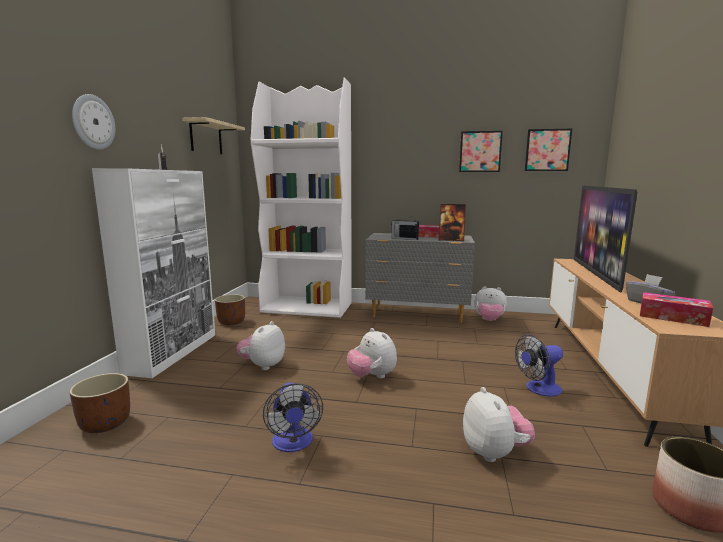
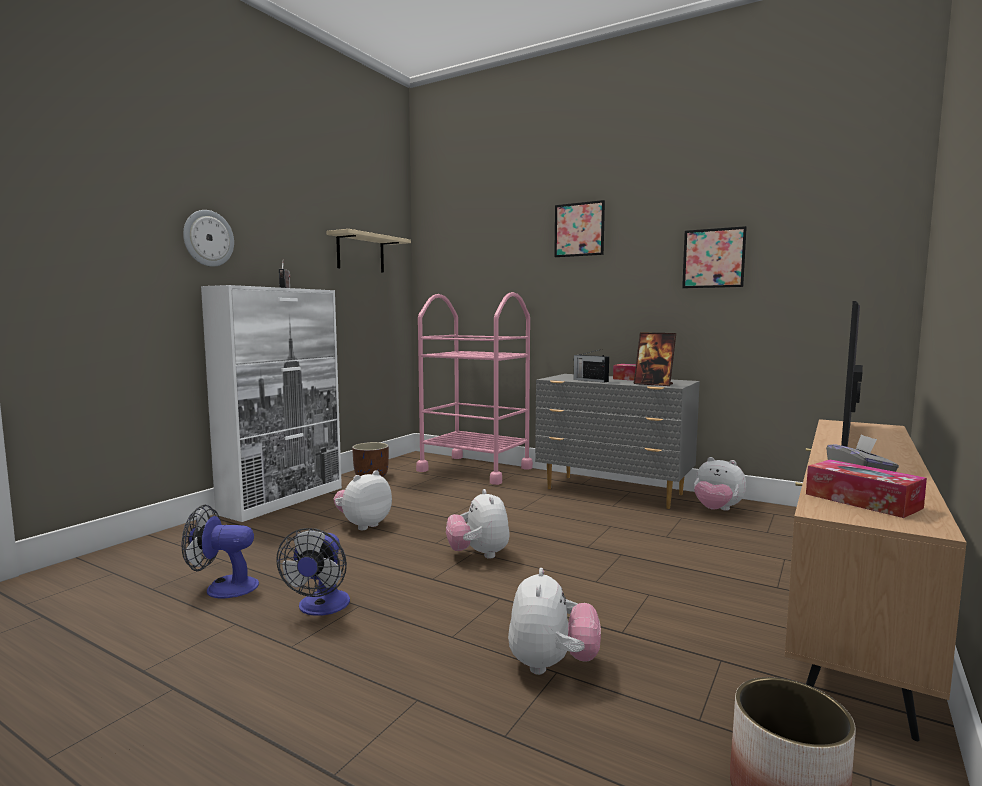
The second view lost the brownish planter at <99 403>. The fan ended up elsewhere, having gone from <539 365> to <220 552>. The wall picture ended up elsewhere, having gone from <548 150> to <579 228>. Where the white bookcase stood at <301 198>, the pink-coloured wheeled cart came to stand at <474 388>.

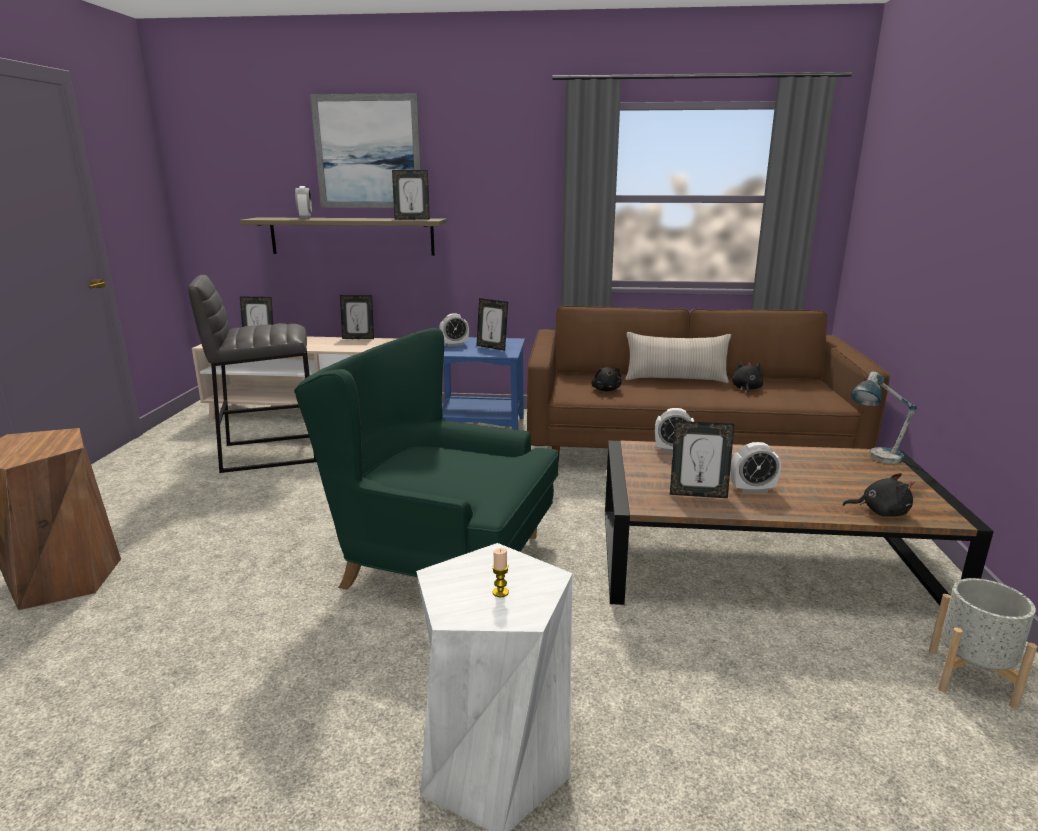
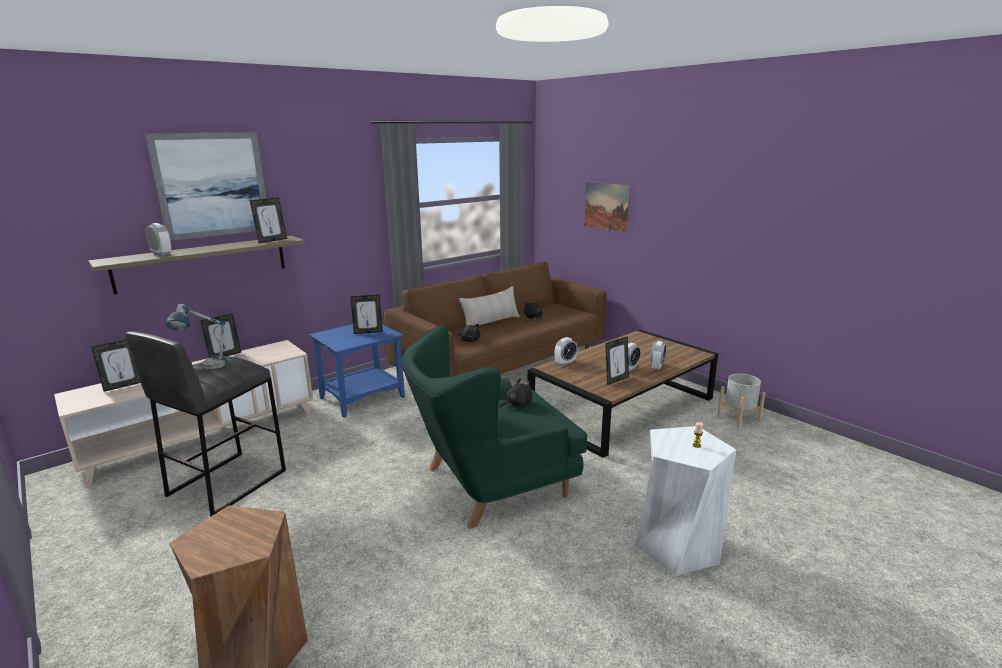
The second view gained the wall picture at <607 207>. The bedside clock ended up elsewhere, having gone from <454 330> to <658 356>. The black-coloured plush toy ended up elsewhere, having gone from <878 494> to <515 393>. The tabletop lamp ended up elsewhere, having gone from <884 418> to <197 336>.

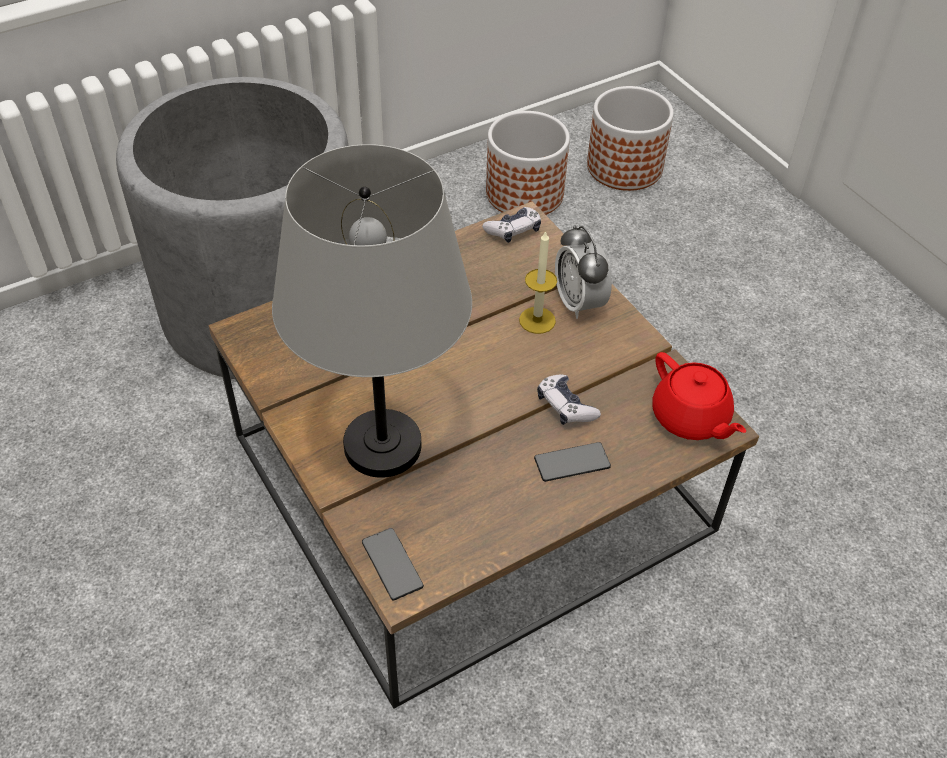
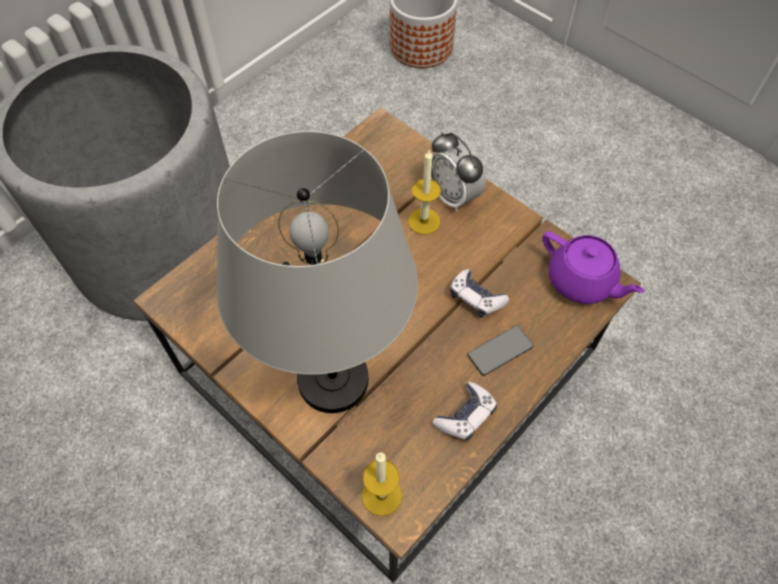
The second view lost the planter at <528 163>. The joypad ended up elsewhere, having gone from <511 225> to <464 411>. Where the phone stood at <393 564>, the candle came to stand at <382 484>. What was the reddish pot for tea at <699 396> turned into the purple pot for tea at <593 267>.

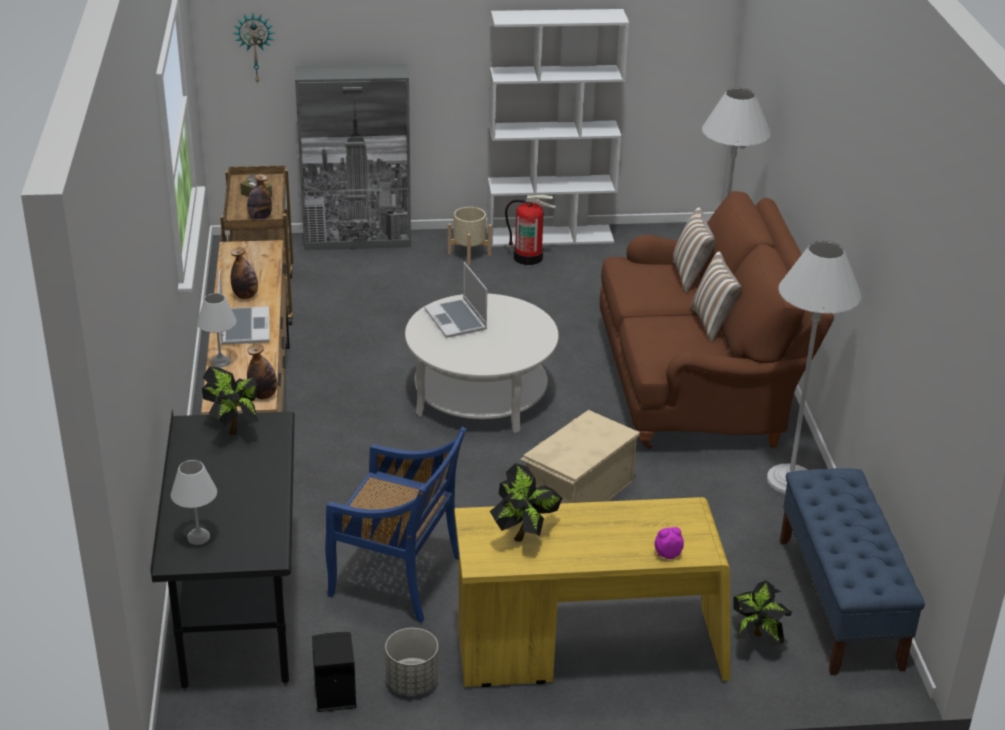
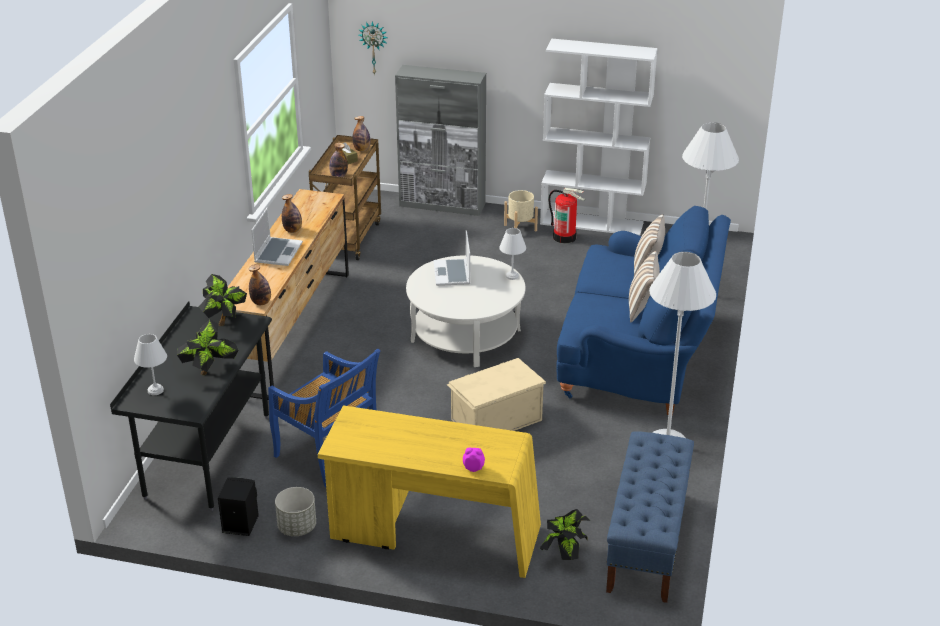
The second view gained the beverage bottle at <361 133>. The white tabletop lamp ended up elsewhere, having gone from <216 330> to <512 254>. The houseplant ended up elsewhere, having gone from <526 502> to <208 347>. What was the brownish settee at <717 320> turned into the blue-coloured settee at <643 311>.

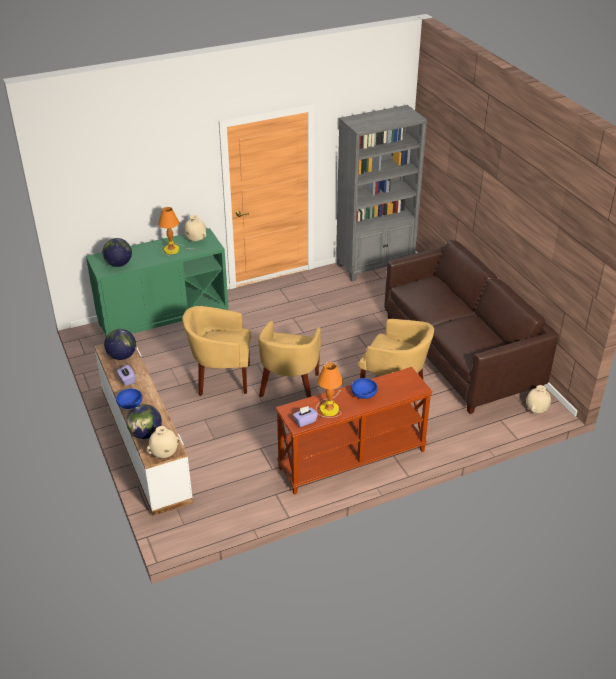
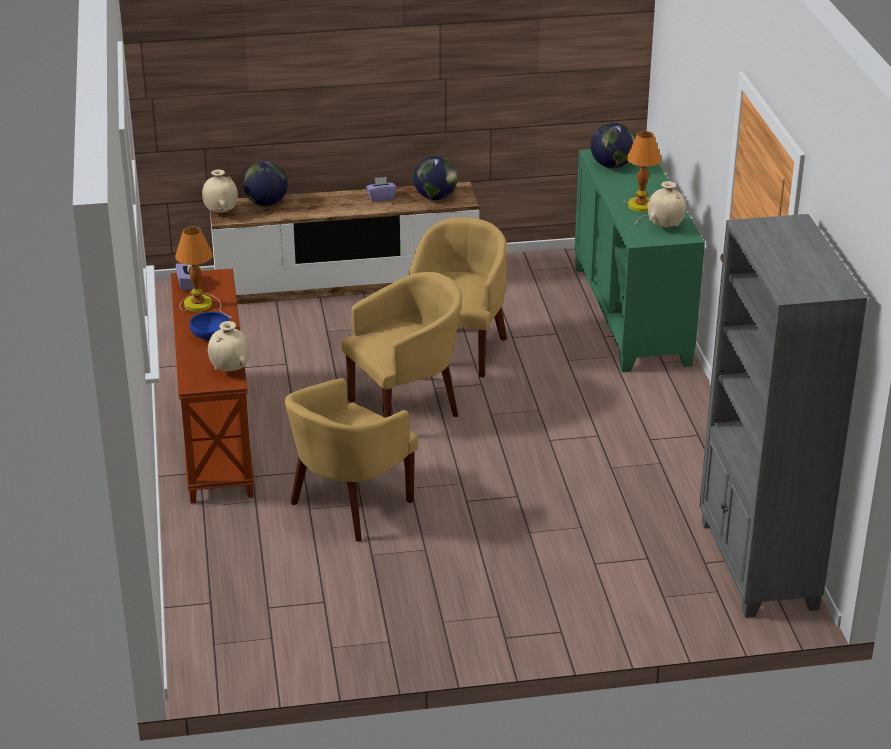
The second view lost the blue-coloured serving bowl at <129 399>. The second view lost the brownish settee at <471 327>. The beige-coloured decorative vase ended up elsewhere, having gone from <538 399> to <229 346>. The yellow armchair at <289 359> ended up facing another way, 120 degrees clockwise from before.

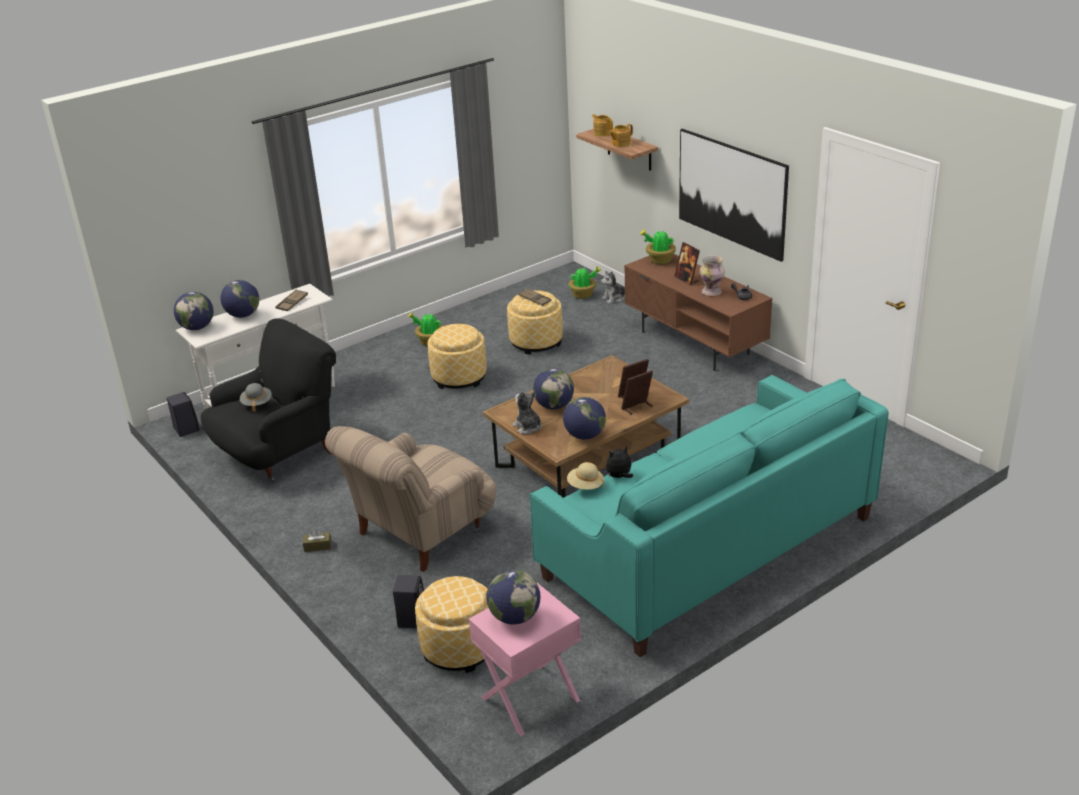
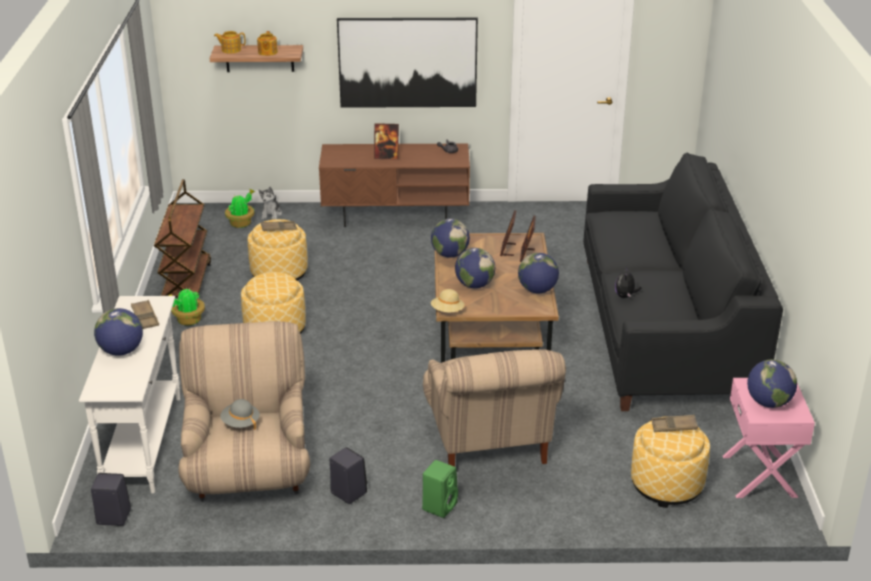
The second view lost the plush toy at <527 412>. The second view lost the houseplant at <658 246>. The second view lost the decorative vase at <712 275>. The second view gained the brownish wheeled cart at <182 239>. The second view gained the brownish serving tray at <674 423>. The globe ended up elsewhere, having gone from <193 311> to <450 238>. The black-coloured speaker ended up elsewhere, having gone from <408 601> to <348 475>. The beige-coloured clothing hat ended up elsewhere, having gone from <585 476> to <448 301>. Where the brownish box of tissues stood at <317 540>, the green speaker came to stand at <440 489>. What was the black-coloured armchair at <268 400> turned into the beige-coloured armchair at <244 411>. What was the turquoise-coloured settee at <709 516> turned into the black-coloured settee at <683 281>.

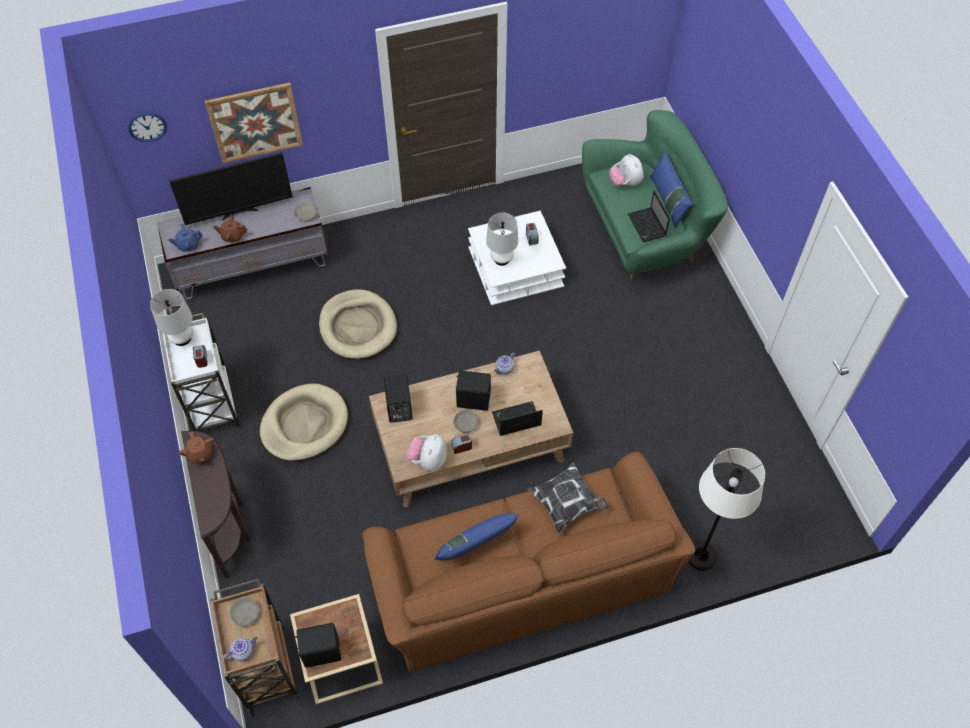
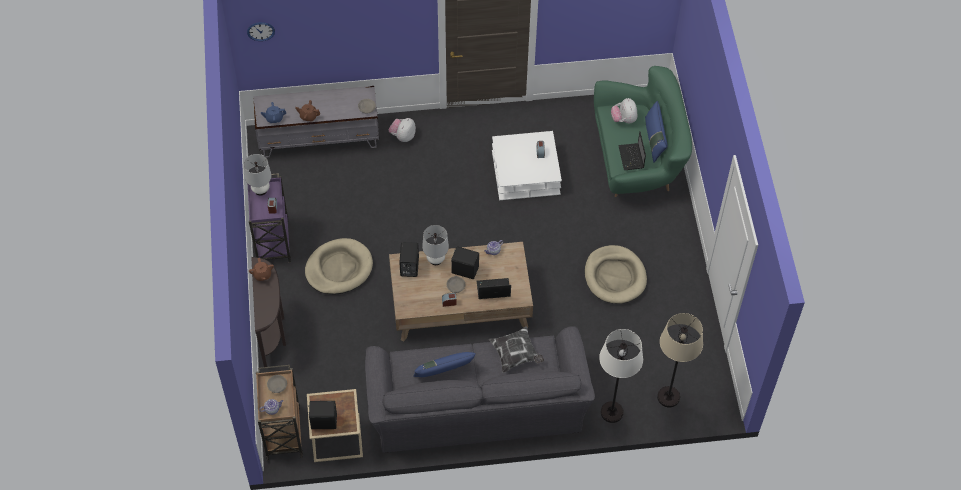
The second view lost the television at <231 188>. The second view lost the wall picture at <253 122>. The second view gained the beige-coloured standing lamp at <680 360>. The beige-coloured dog cushion ended up elsewhere, having gone from <358 324> to <615 274>. The plush toy ended up elsewhere, having gone from <427 452> to <402 130>. The white tabletop lamp ended up elsewhere, having gone from <502 239> to <435 245>. What was the white wheeled cart at <201 372> turned into the purple wheeled cart at <269 218>. What was the brownish settee at <528 562> turned into the greyish settee at <480 389>.

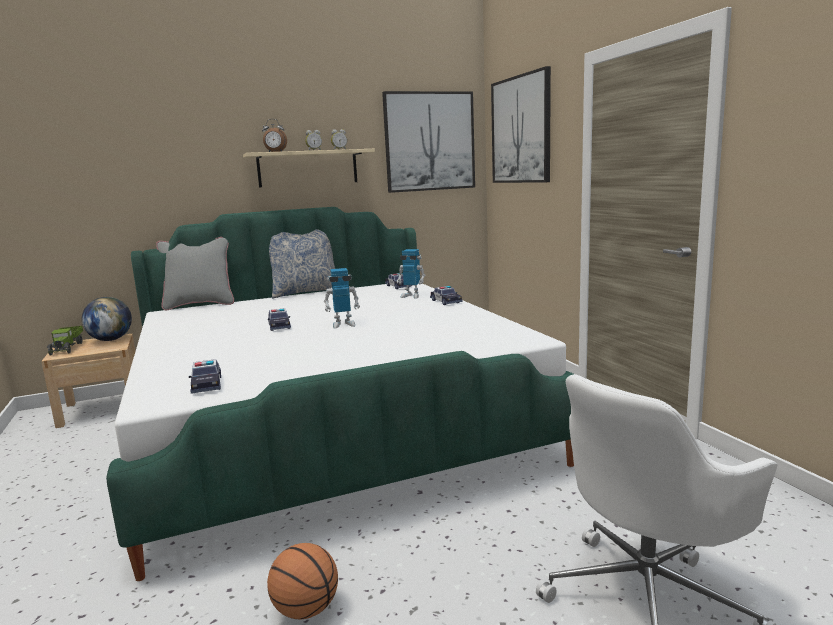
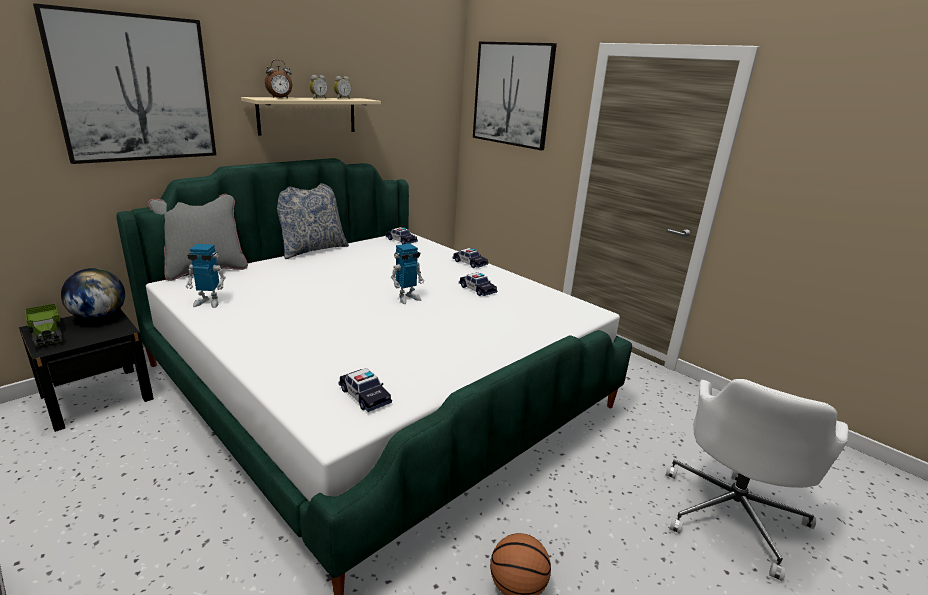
The toy car ended up elsewhere, having gone from <279 319> to <478 284>. The wall picture ended up elsewhere, having gone from <428 142> to <124 83>. The robot figure ended up elsewhere, having gone from <411 274> to <206 276>. What was the beige-coloured nightstand at <88 381> turned into the black-coloured nightstand at <86 370>.

